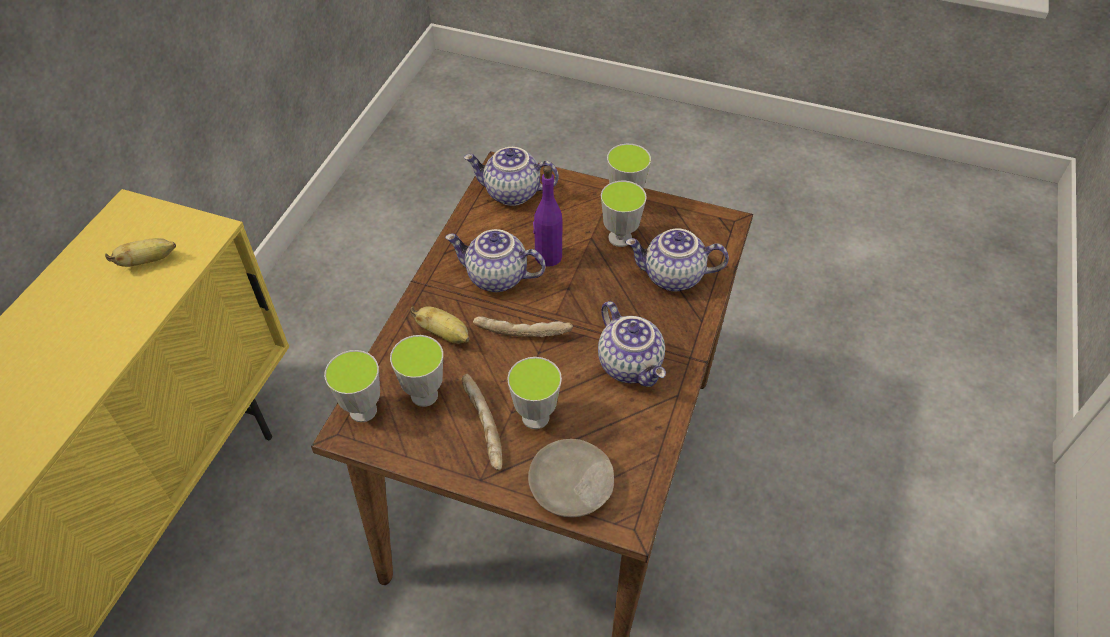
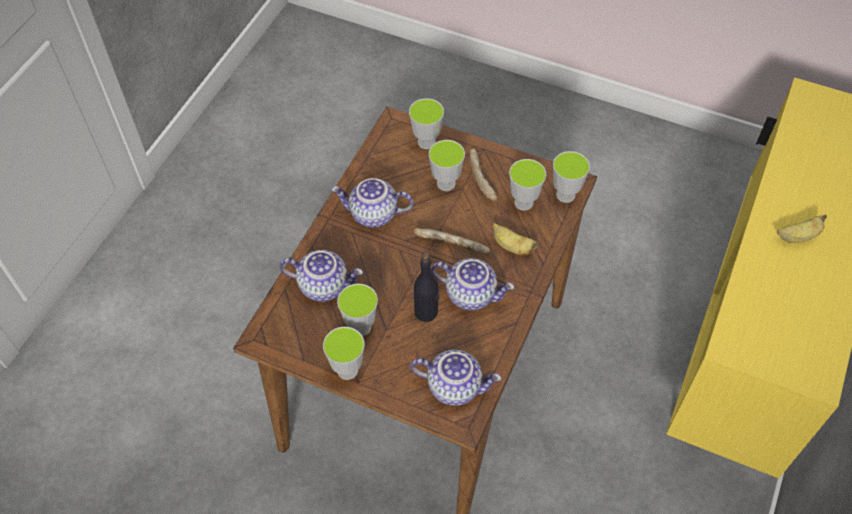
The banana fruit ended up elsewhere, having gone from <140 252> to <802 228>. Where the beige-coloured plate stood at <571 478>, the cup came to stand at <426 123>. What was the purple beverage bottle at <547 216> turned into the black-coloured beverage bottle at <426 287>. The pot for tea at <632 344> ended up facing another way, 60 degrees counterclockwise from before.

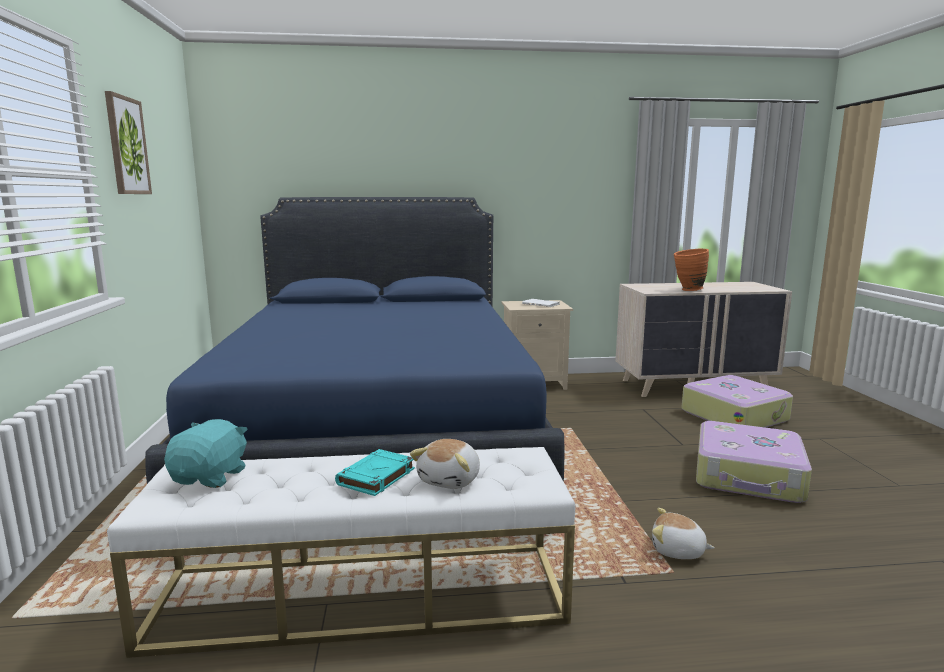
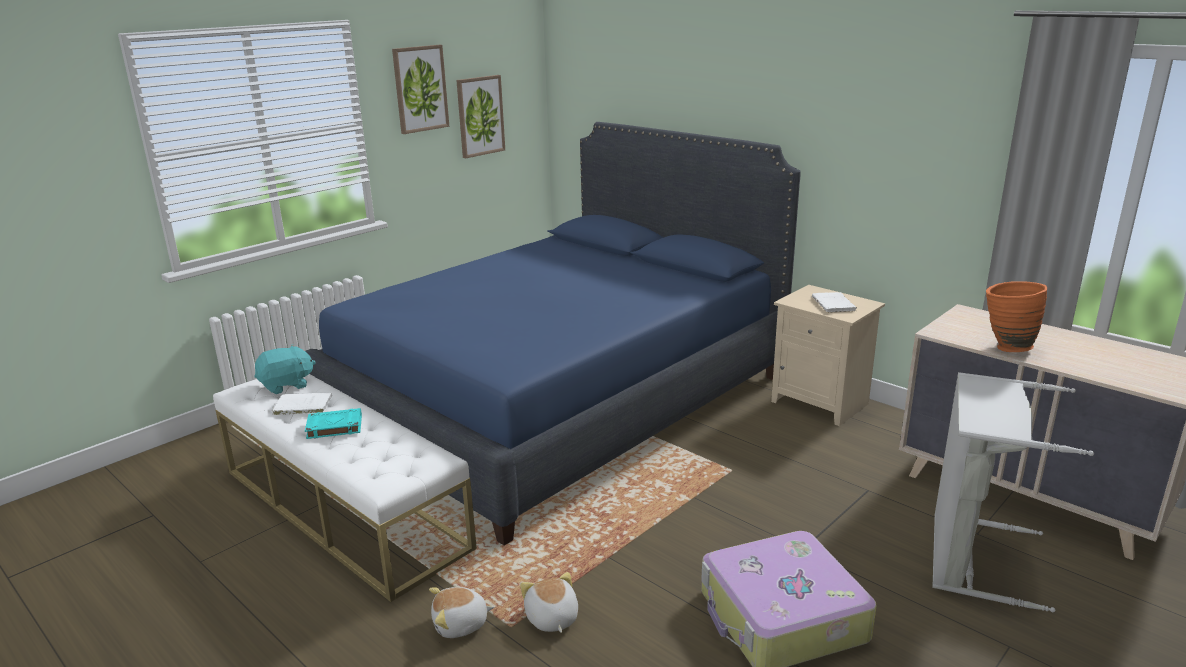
The second view gained the white bound book at <302 404>. The second view gained the wall picture at <480 116>. The plush toy ended up elsewhere, having gone from <445 464> to <461 612>. Where the travel case stood at <737 401>, the greyish washing basket came to stand at <1013 492>.

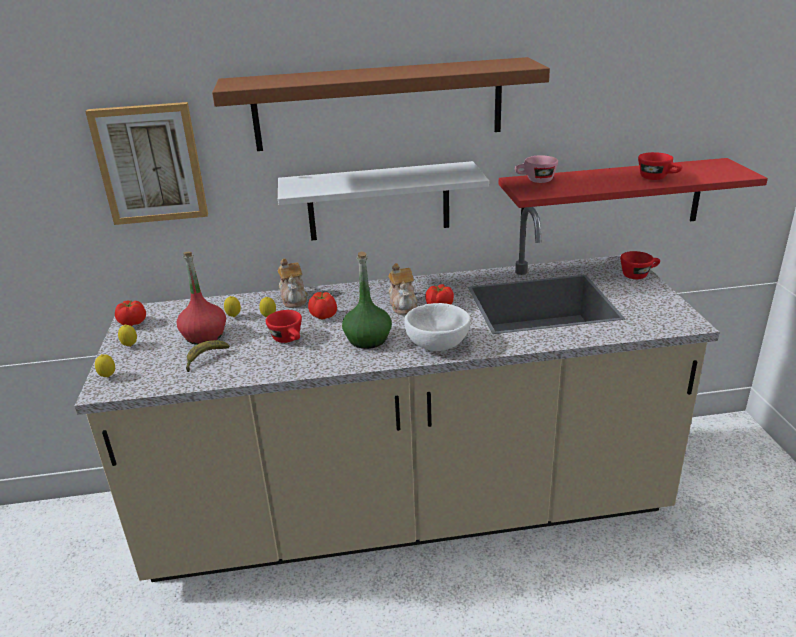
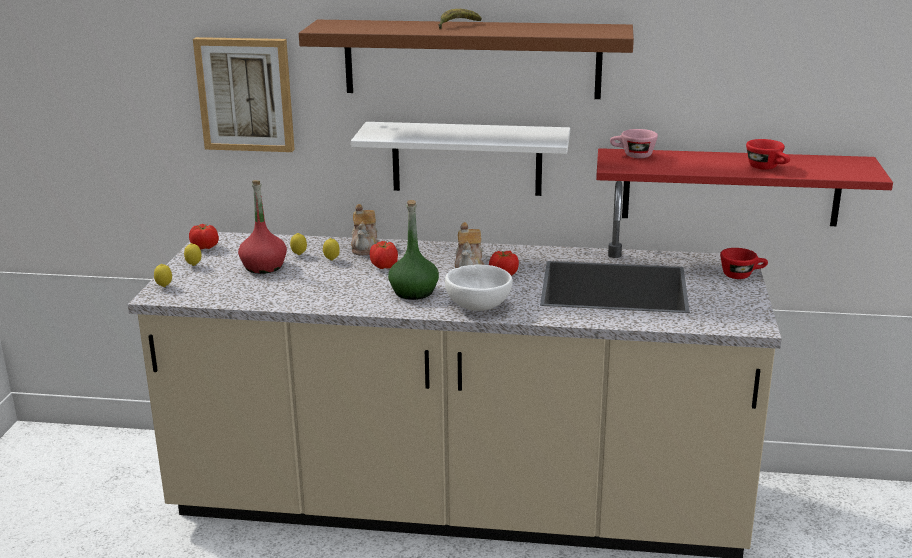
The second view lost the reddish cup at <284 326>. The banana fruit ended up elsewhere, having gone from <207 356> to <460 19>.

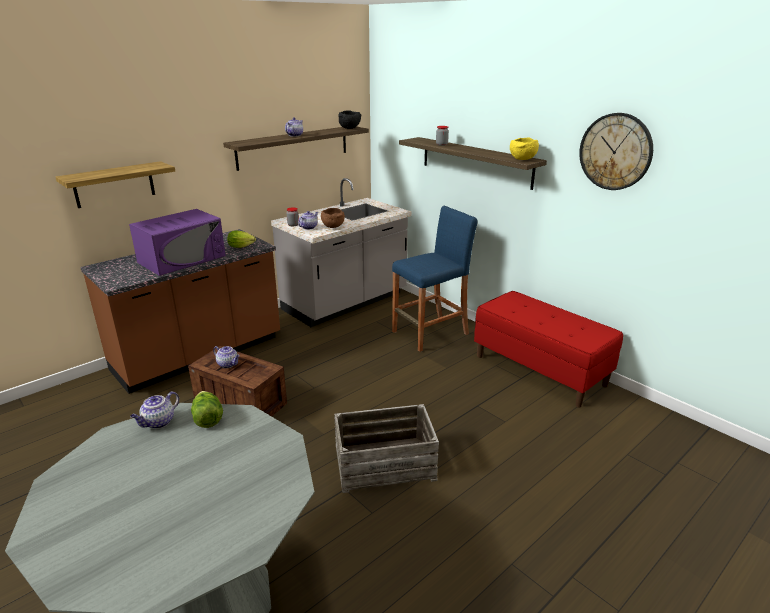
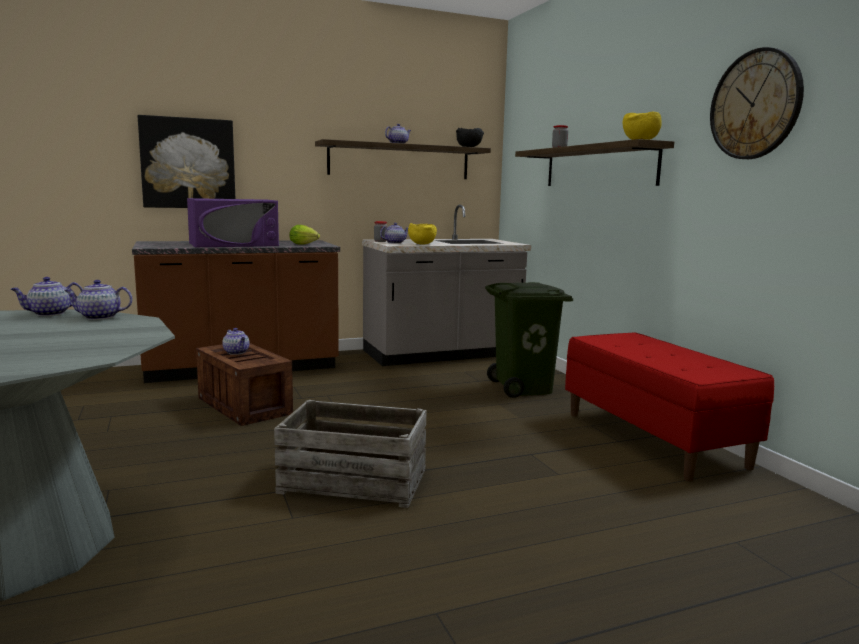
Where the shelf hung at <115 184>, the wall picture came to hang at <186 161>. Where the lettuce stood at <207 409>, the pot for tea came to stand at <98 300>. Where the blue-coloured sitting stool stood at <435 279>, the green rubbish bin came to stand at <529 340>. What was the brownish serving bowl at <333 218> turned into the yellow serving bowl at <422 233>.

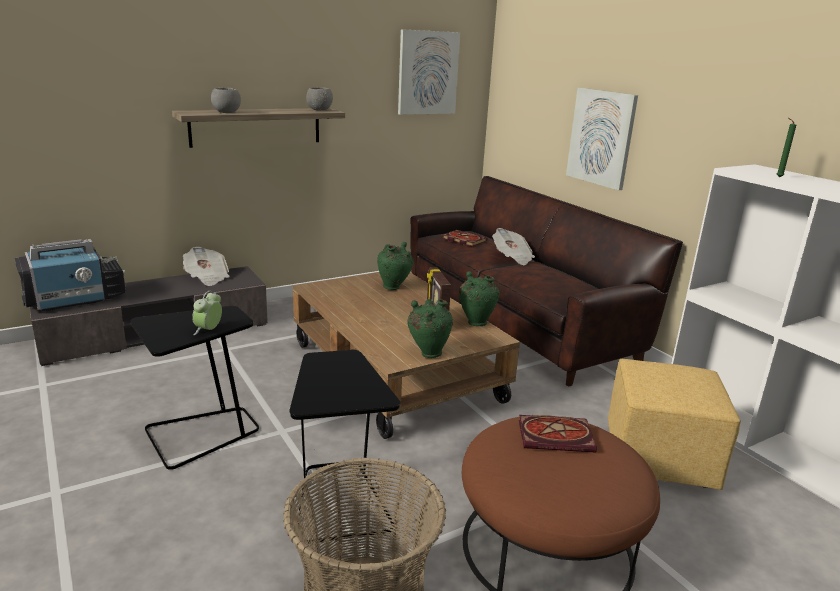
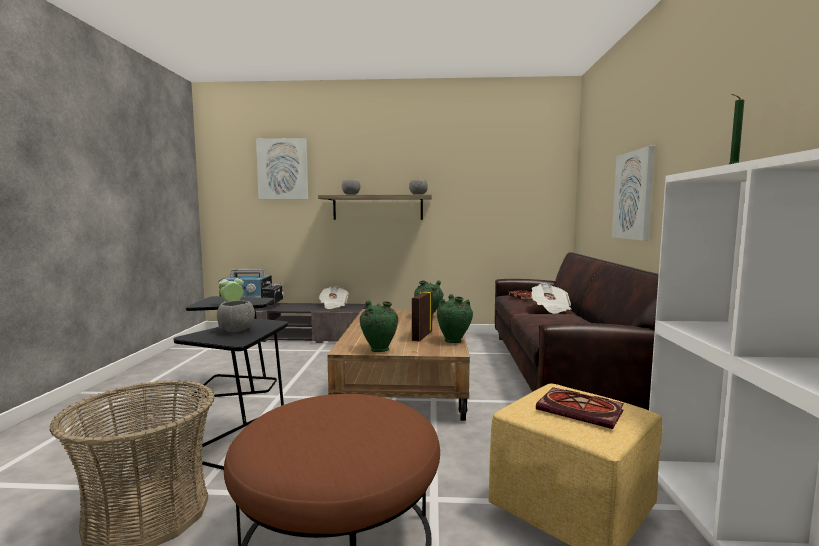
The second view gained the greyish serving bowl at <236 316>. The wall picture ended up elsewhere, having gone from <429 72> to <282 169>. The bound book ended up elsewhere, having gone from <558 434> to <580 408>.

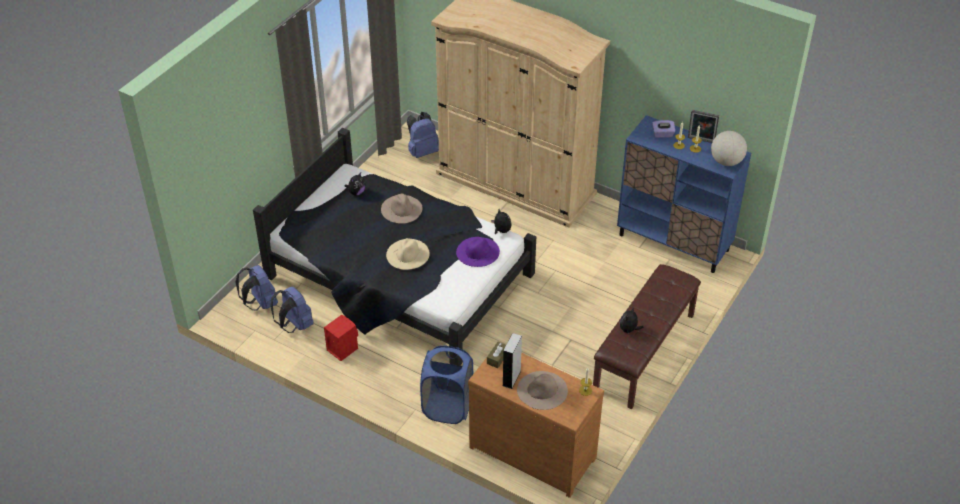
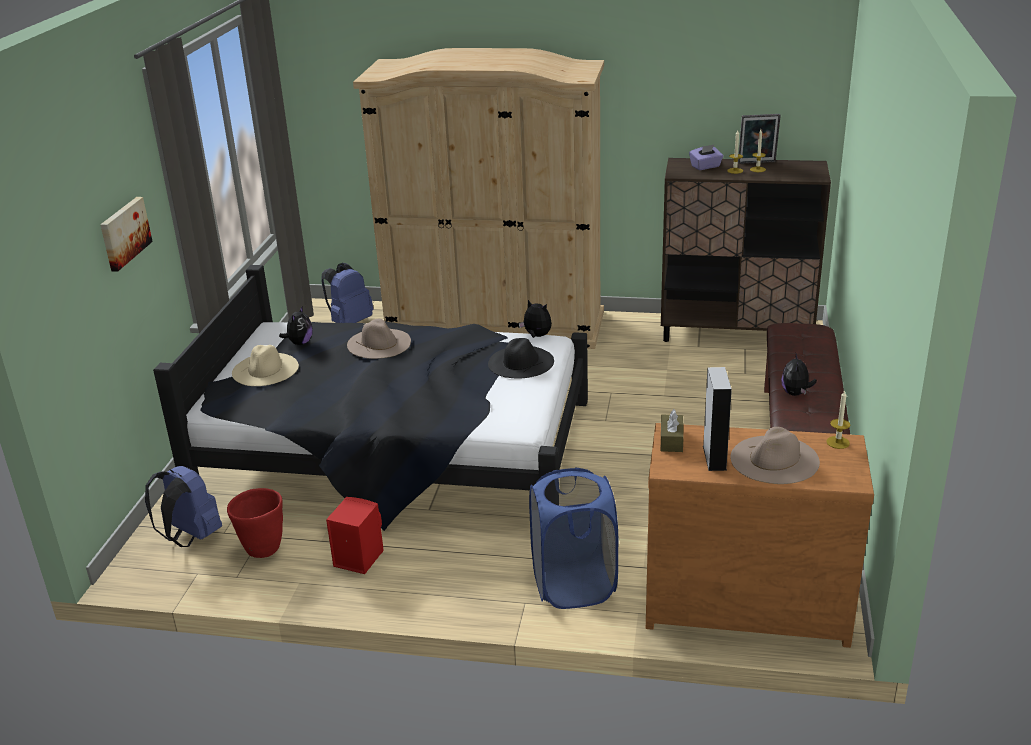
The second view lost the globe at <729 148>. The second view gained the wall picture at <126 234>. The beige-coloured clothing hat ended up elsewhere, having gone from <407 254> to <265 365>. Where the blue-coloured knapsack stood at <292 309>, the reddish planter came to stand at <255 523>. What was the purple clothing hat at <478 252> turned into the black-coloured clothing hat at <521 358>. What was the blue-coloured storage cabinet at <684 194> turned into the brownish storage cabinet at <746 250>.

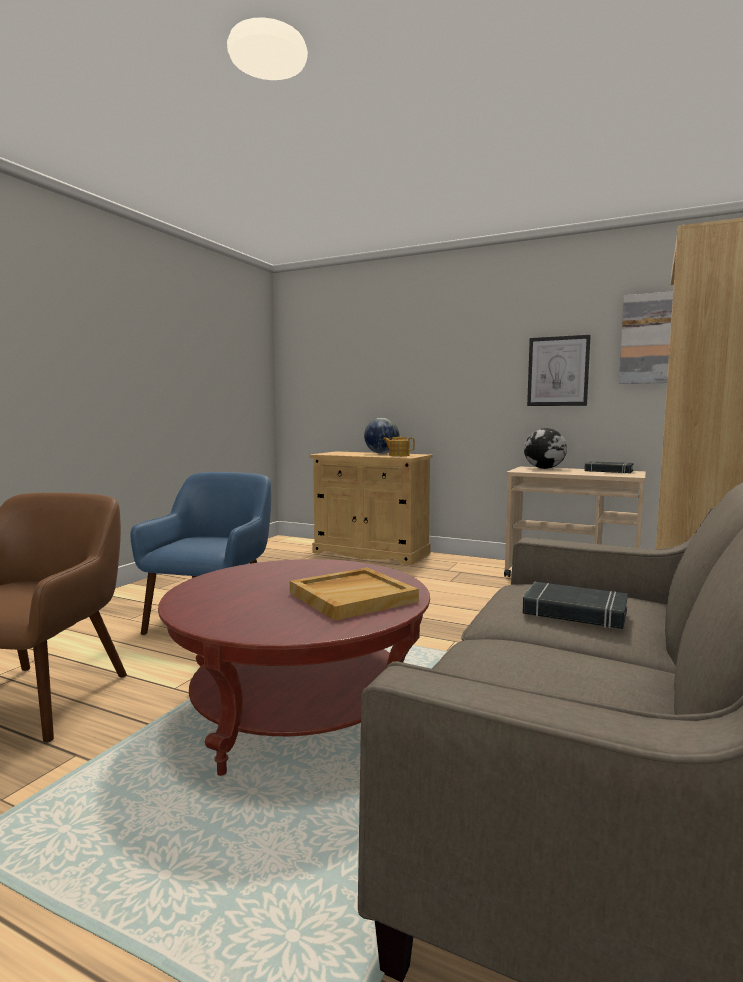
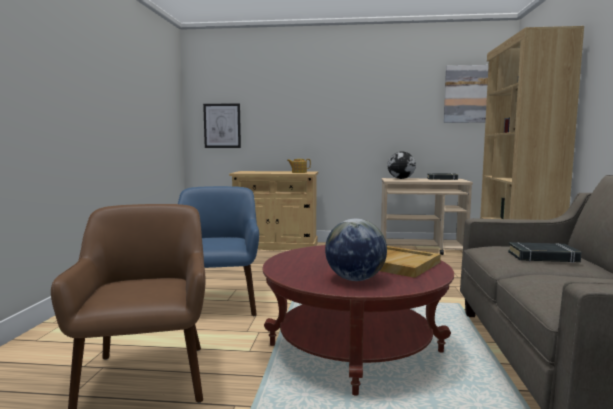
The globe ended up elsewhere, having gone from <381 436> to <356 250>. The wall picture ended up elsewhere, having gone from <559 370> to <222 125>.

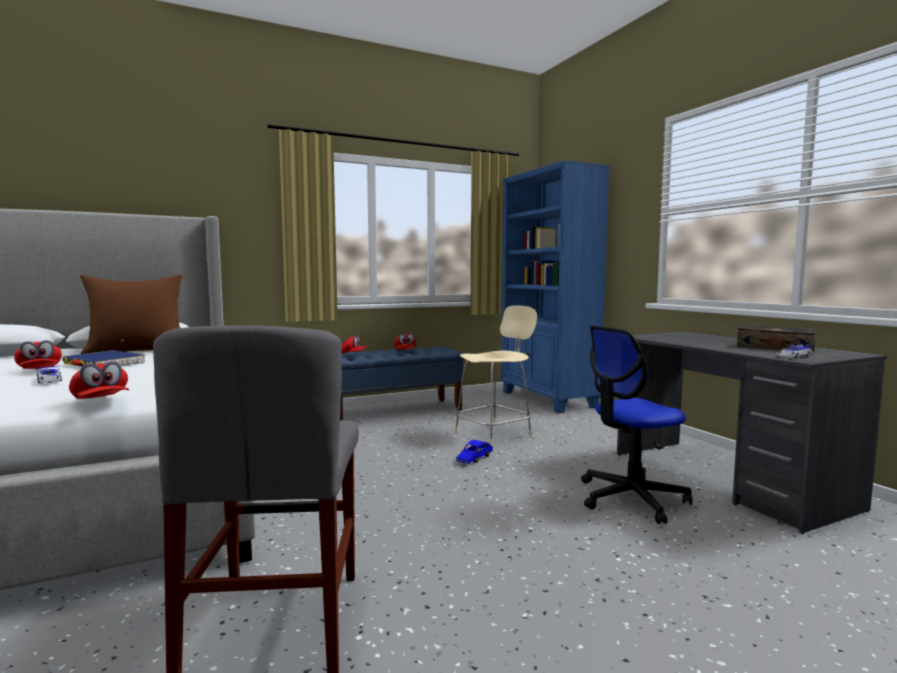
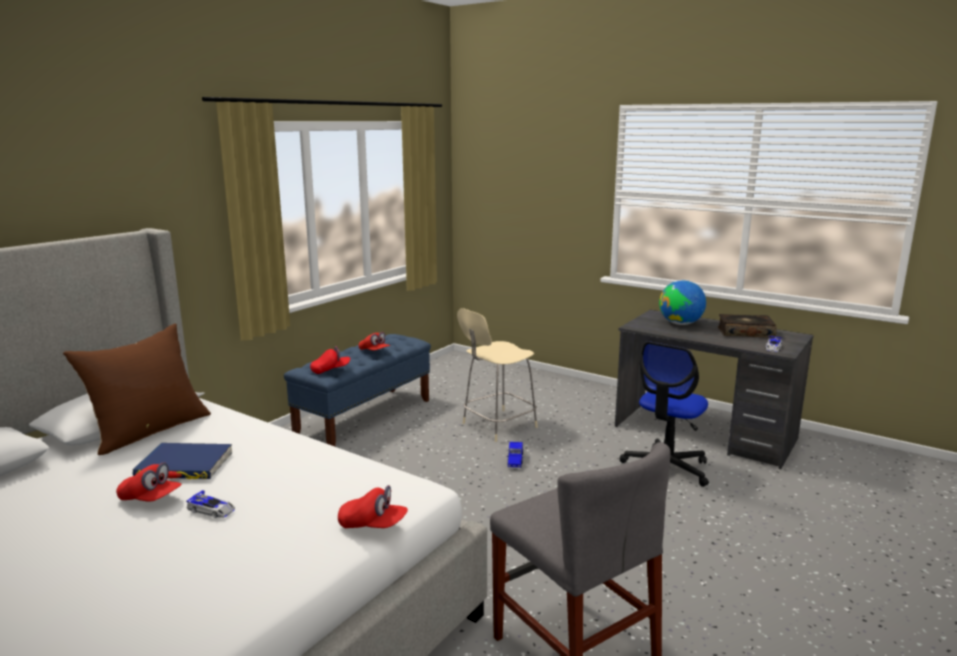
The second view lost the blue-coloured bookcase at <555 286>. The second view gained the globe at <682 302>. The beige-coloured upright chair at <496 375> ended up facing another way, 150 degrees counterclockwise from before.

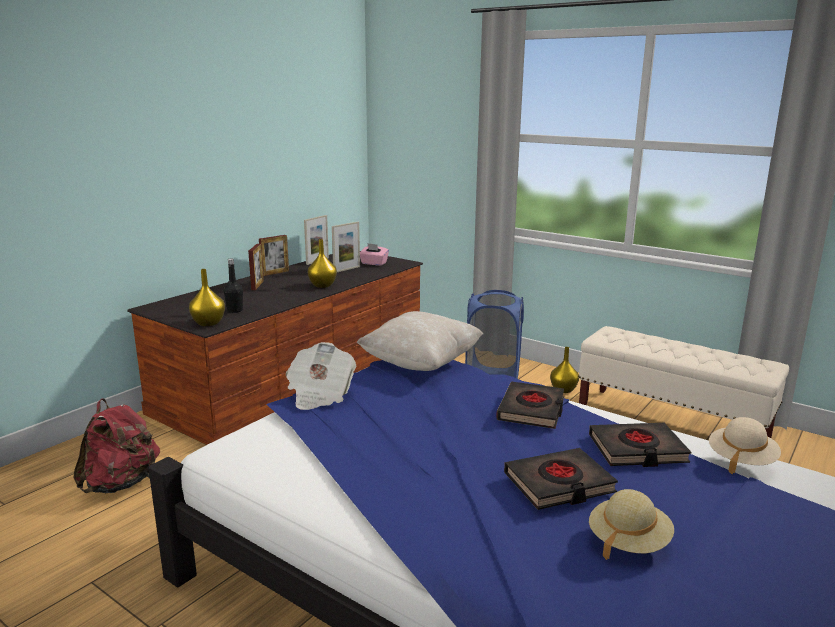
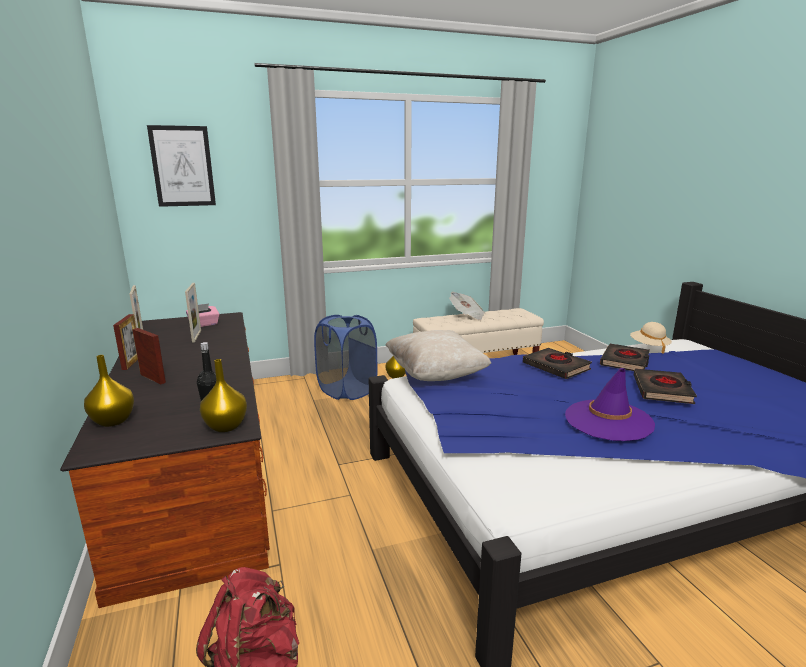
The second view lost the beige-coloured clothing hat at <631 524>. The second view gained the wall picture at <181 166>. The second view gained the purple clothing hat at <610 404>. The newspaper ended up elsewhere, having gone from <321 376> to <467 306>. The yellow decorative vase ended up elsewhere, having gone from <322 263> to <109 391>.

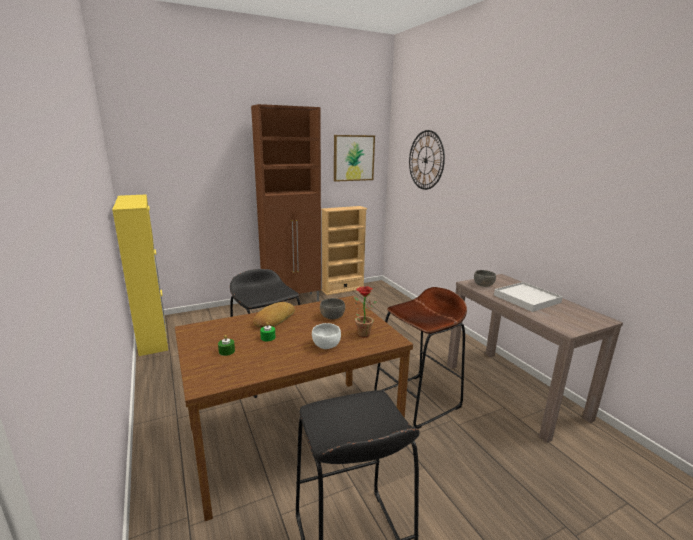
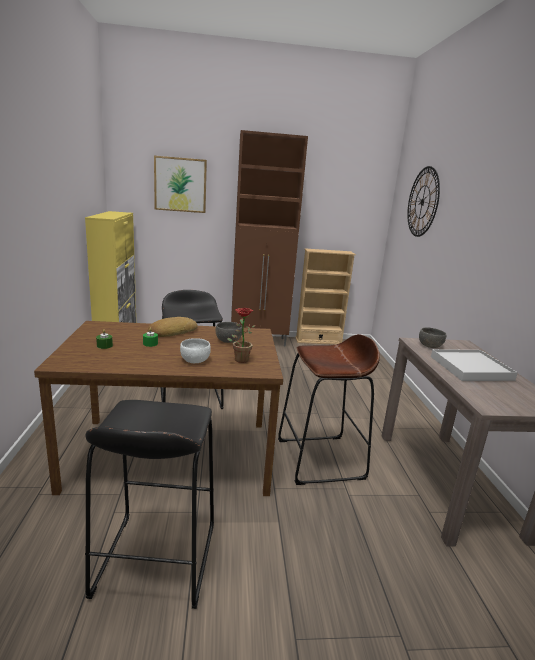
The wall picture ended up elsewhere, having gone from <354 158> to <180 184>.

